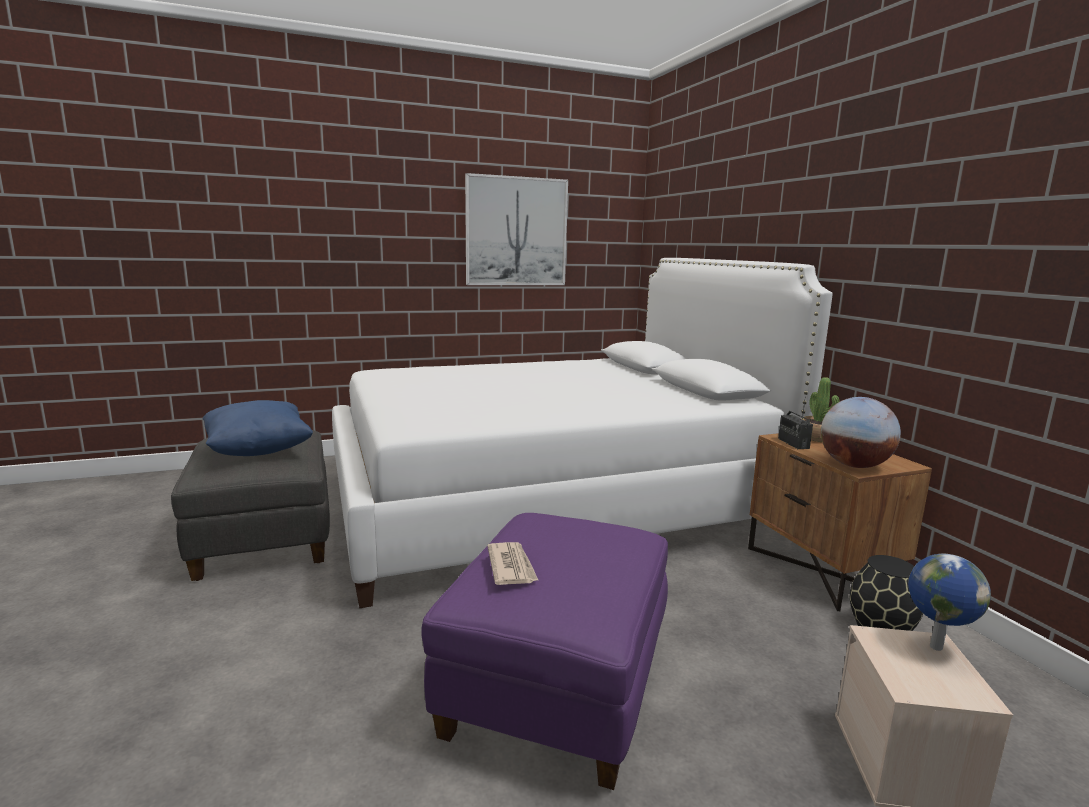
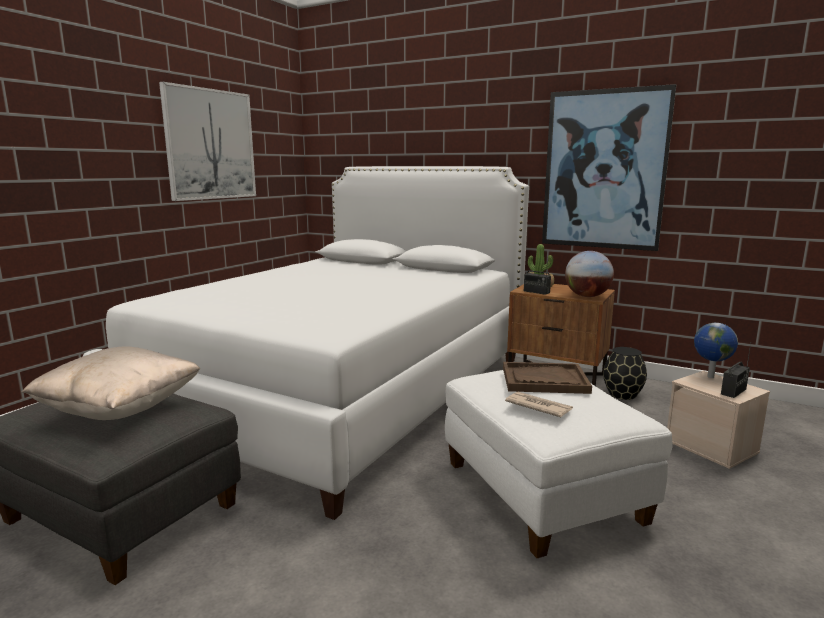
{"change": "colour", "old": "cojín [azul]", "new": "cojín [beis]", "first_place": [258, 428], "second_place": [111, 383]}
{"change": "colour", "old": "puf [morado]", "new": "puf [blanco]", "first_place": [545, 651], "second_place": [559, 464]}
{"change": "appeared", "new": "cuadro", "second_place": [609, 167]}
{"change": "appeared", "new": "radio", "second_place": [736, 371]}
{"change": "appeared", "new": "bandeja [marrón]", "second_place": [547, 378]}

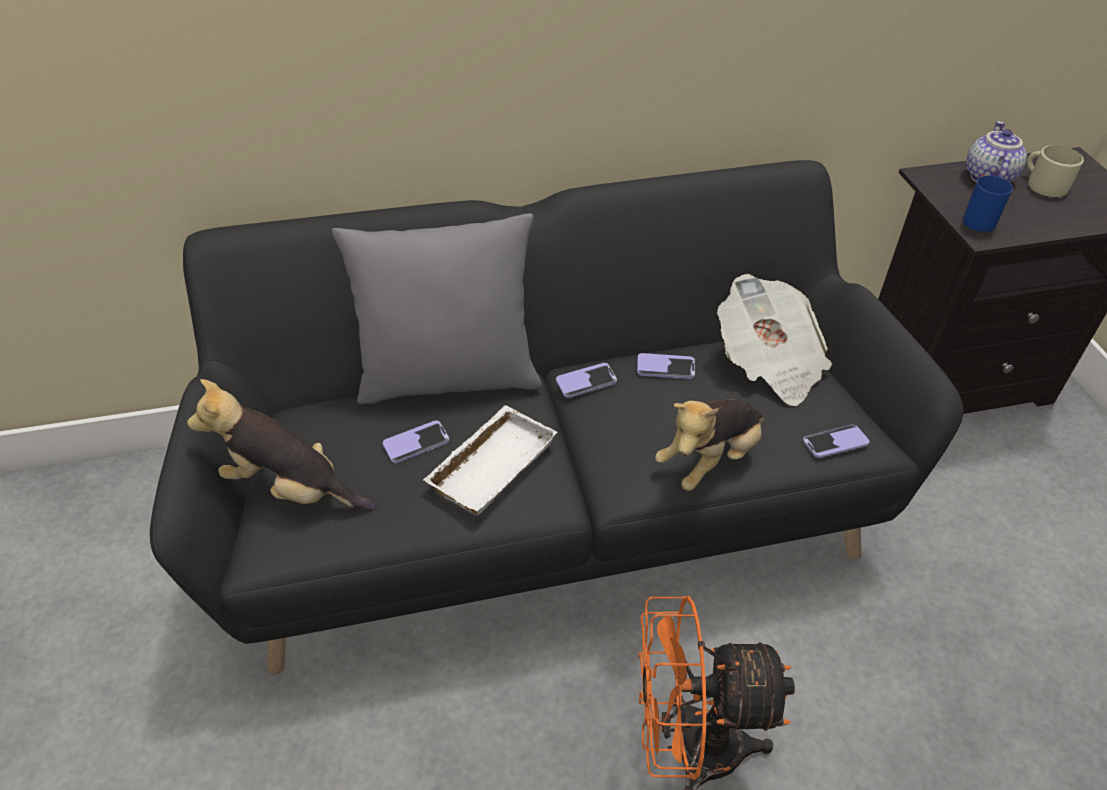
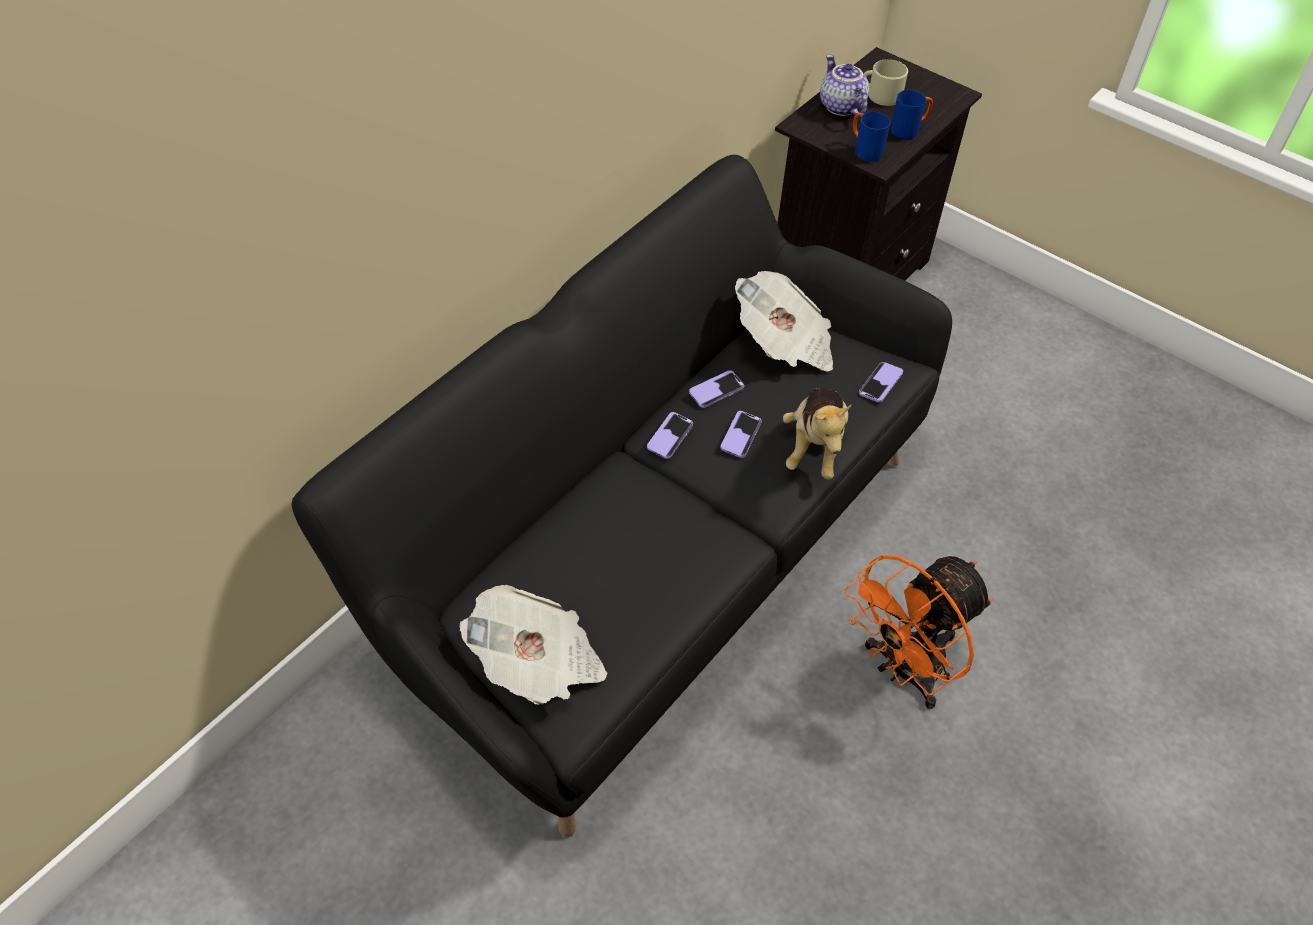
{"change": "missing", "old": "cojín [gris]", "first_place": [437, 308]}
{"change": "exchanged", "old": "peluche", "new": "periódico", "first_place": [281, 444], "second_place": [533, 645]}
{"change": "missing", "old": "bandeja [blanco]", "first_place": [490, 460]}
{"change": "relocated", "old": "móvil", "first_place": [416, 442], "second_place": [741, 434]}
{"change": "appeared", "new": "taza grande [azul]", "second_place": [912, 114]}

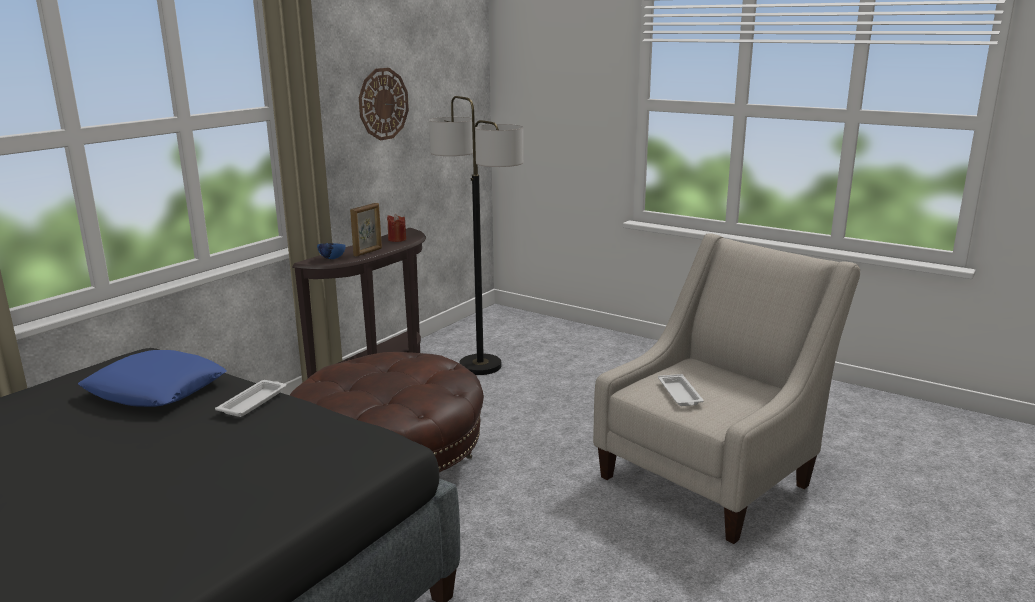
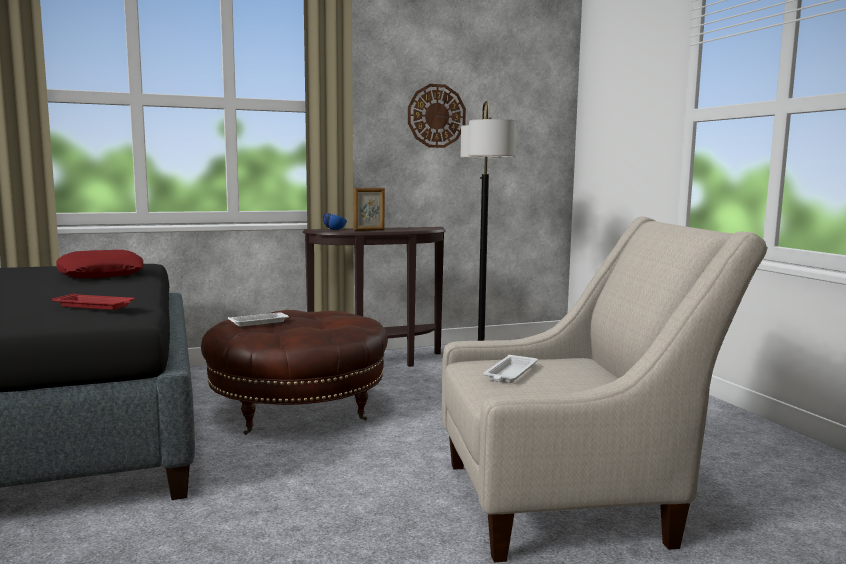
{"change": "missing", "old": "vela [rojo]", "first_place": [396, 228]}
{"change": "colour", "old": "cojín [azul]", "new": "cojín [rojo]", "first_place": [152, 378], "second_place": [99, 264]}
{"change": "relocated", "old": "bandeja [blanco]", "first_place": [251, 398], "second_place": [258, 319]}
{"change": "appeared", "new": "bandeja [rojo]", "second_place": [93, 301]}

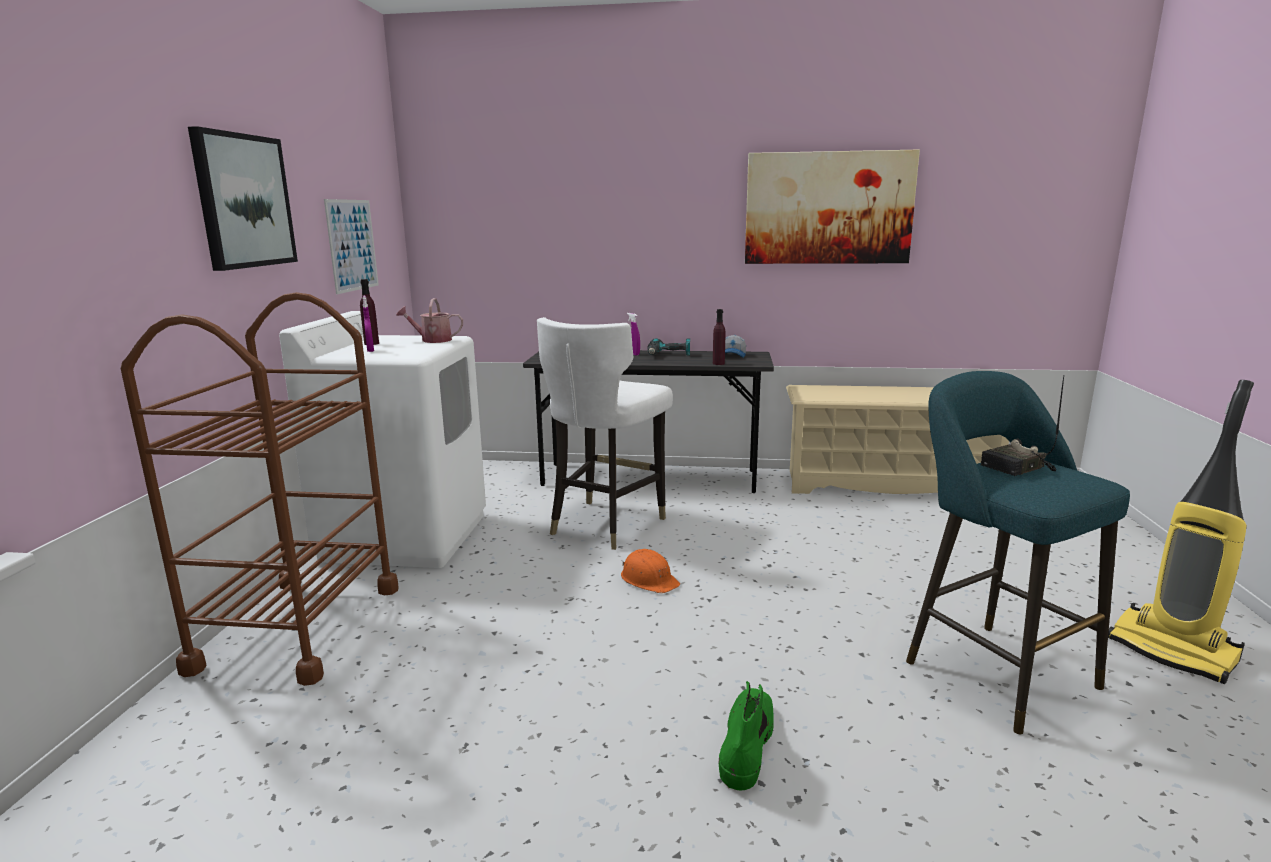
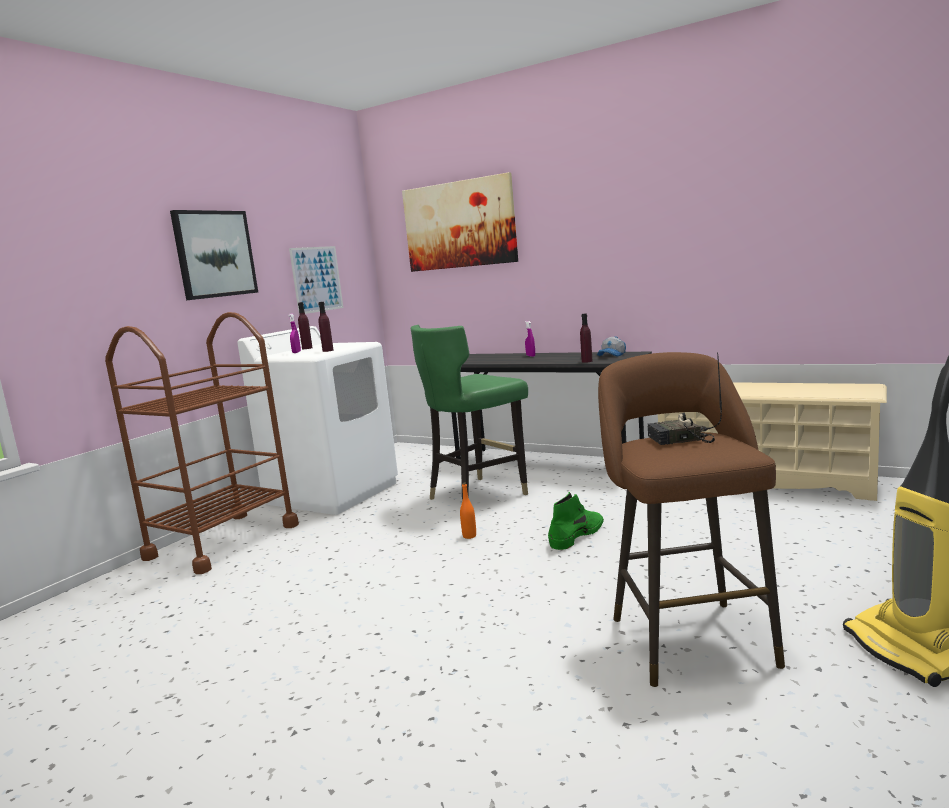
{"change": "relocated", "old": "cuadro", "first_place": [832, 206], "second_place": [460, 222]}
{"change": "missing", "old": "regadera", "first_place": [429, 320]}
{"change": "colour", "old": "silla [blanco]", "new": "silla [verde]", "first_place": [605, 433], "second_place": [469, 413]}
{"change": "missing", "old": "taladro", "first_place": [668, 346]}
{"change": "colour", "old": "taburete [turquesa]", "new": "taburete [marrón]", "first_place": [1018, 552], "second_place": [691, 519]}
{"change": "exchanged", "old": "casco [naranja]", "new": "botella [naranja]", "first_place": [650, 571], "second_place": [468, 511]}
{"change": "relocated", "old": "bota [verde]", "first_place": [746, 736], "second_place": [576, 521]}
{"change": "appeared", "new": "botella [morado]", "second_place": [326, 327]}

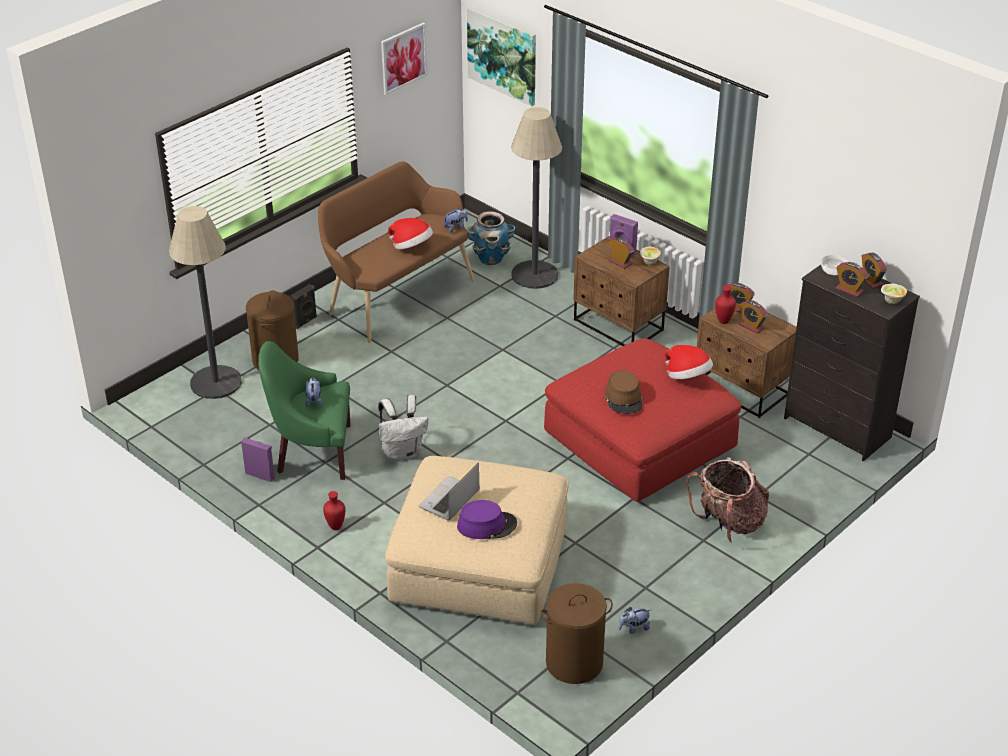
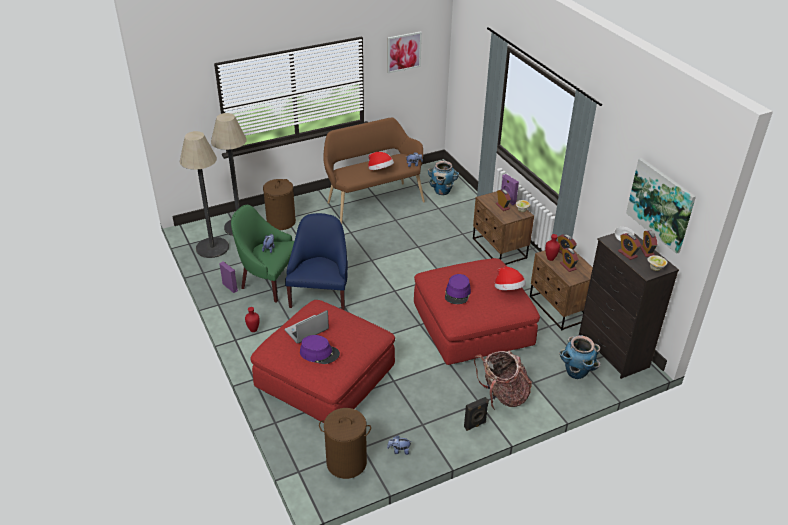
{"change": "relocated", "old": "cuadro", "first_place": [501, 56], "second_place": [661, 206]}
{"change": "relocated", "old": "lámpara de pie", "first_place": [536, 198], "second_place": [204, 194]}
{"change": "relocated", "old": "altavoz [negro]", "first_place": [303, 306], "second_place": [476, 414]}
{"change": "colour", "old": "sombrero [marrón]", "new": "sombrero [morado]", "first_place": [624, 392], "second_place": [458, 289]}
{"change": "exchanged", "old": "mochila [blanco]", "new": "sillón [azul]", "first_place": [403, 428], "second_place": [316, 262]}
{"change": "colour", "old": "puf [beis]", "new": "puf [rojo]", "first_place": [477, 540], "second_place": [322, 361]}
{"change": "appeared", "new": "maceta", "second_place": [579, 357]}

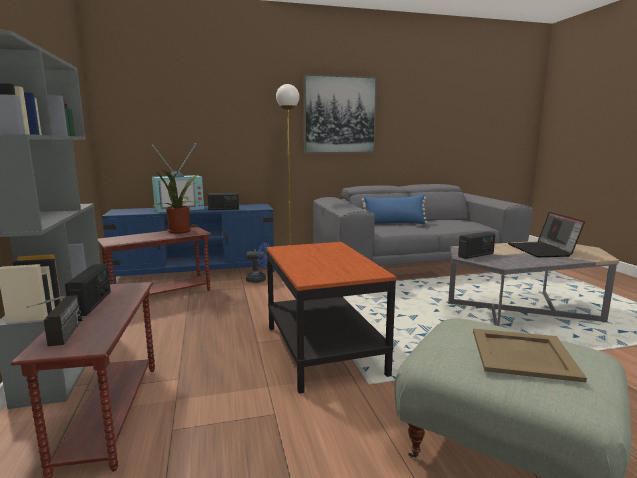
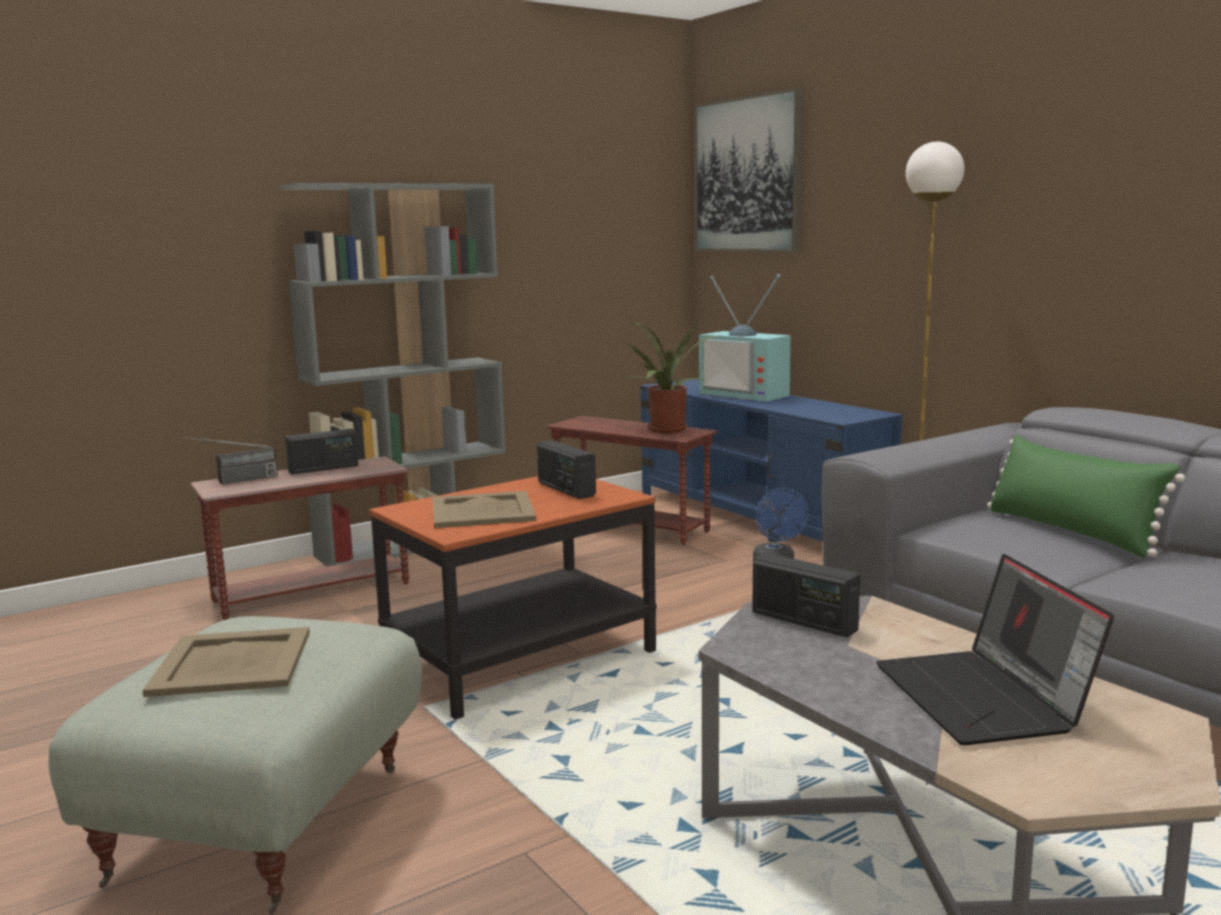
{"change": "relocated", "old": "cuadro", "first_place": [340, 114], "second_place": [749, 170]}
{"change": "relocated", "old": "radio", "first_place": [223, 201], "second_place": [566, 469]}
{"change": "colour", "old": "cojín [azul]", "new": "cojín [verde]", "first_place": [394, 209], "second_place": [1086, 496]}
{"change": "spun", "old": "portátil", "first_place": [546, 234], "second_place": [995, 649], "degrees": -75}
{"change": "appeared", "new": "bandeja [beis]", "second_place": [485, 509]}

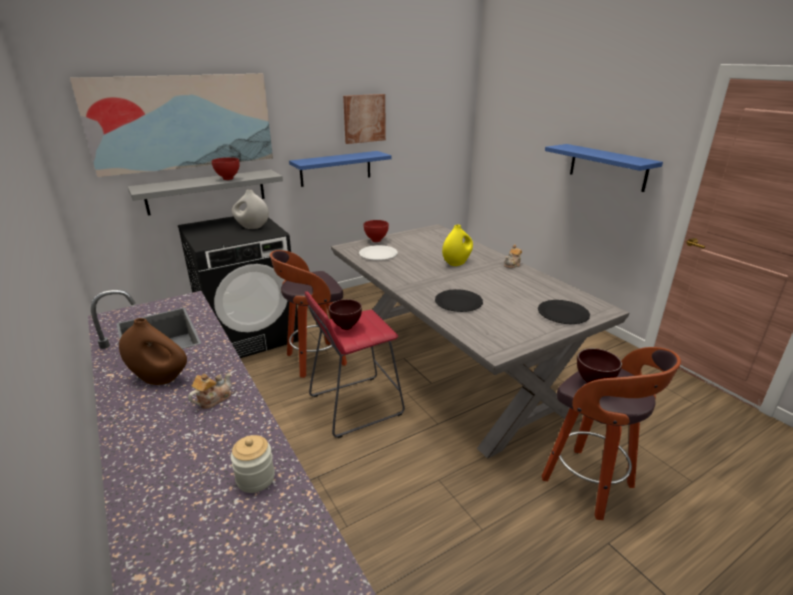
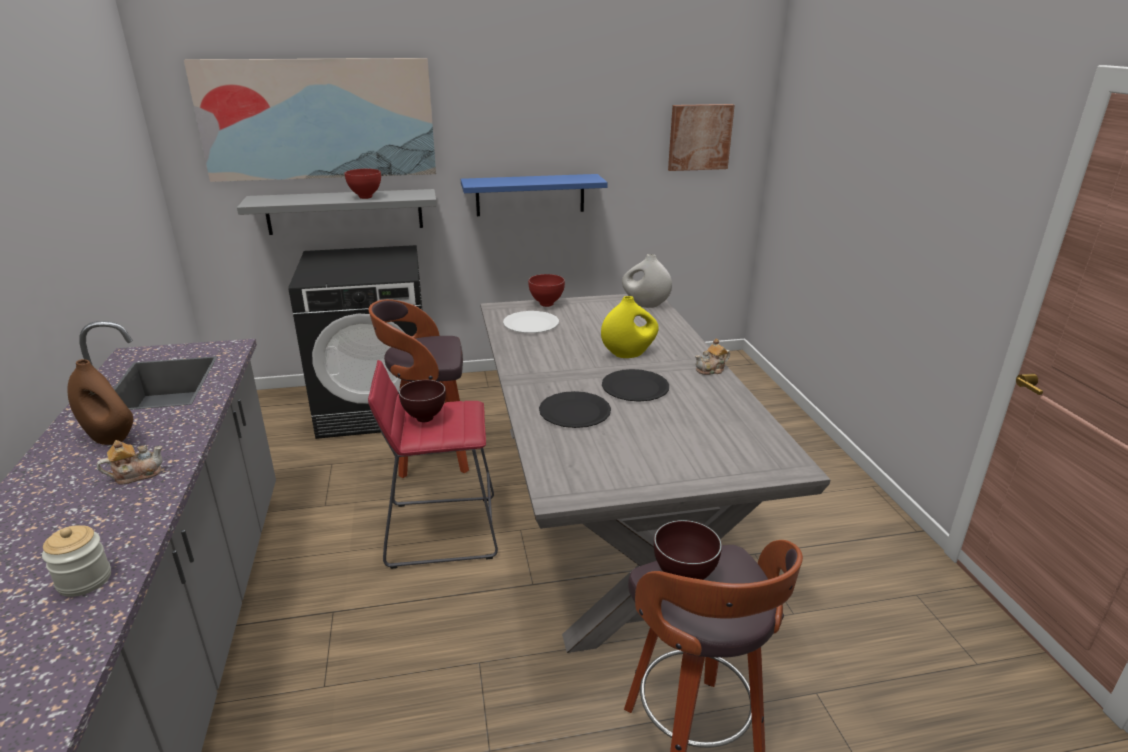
{"change": "relocated", "old": "cuadro", "first_place": [364, 119], "second_place": [701, 137]}
{"change": "missing", "old": "estante [azul]", "first_place": [604, 168]}
{"change": "relocated", "old": "florero [blanco]", "first_place": [250, 209], "second_place": [647, 281]}
{"change": "relocated", "old": "plato [negro]", "first_place": [564, 312], "second_place": [635, 385]}

